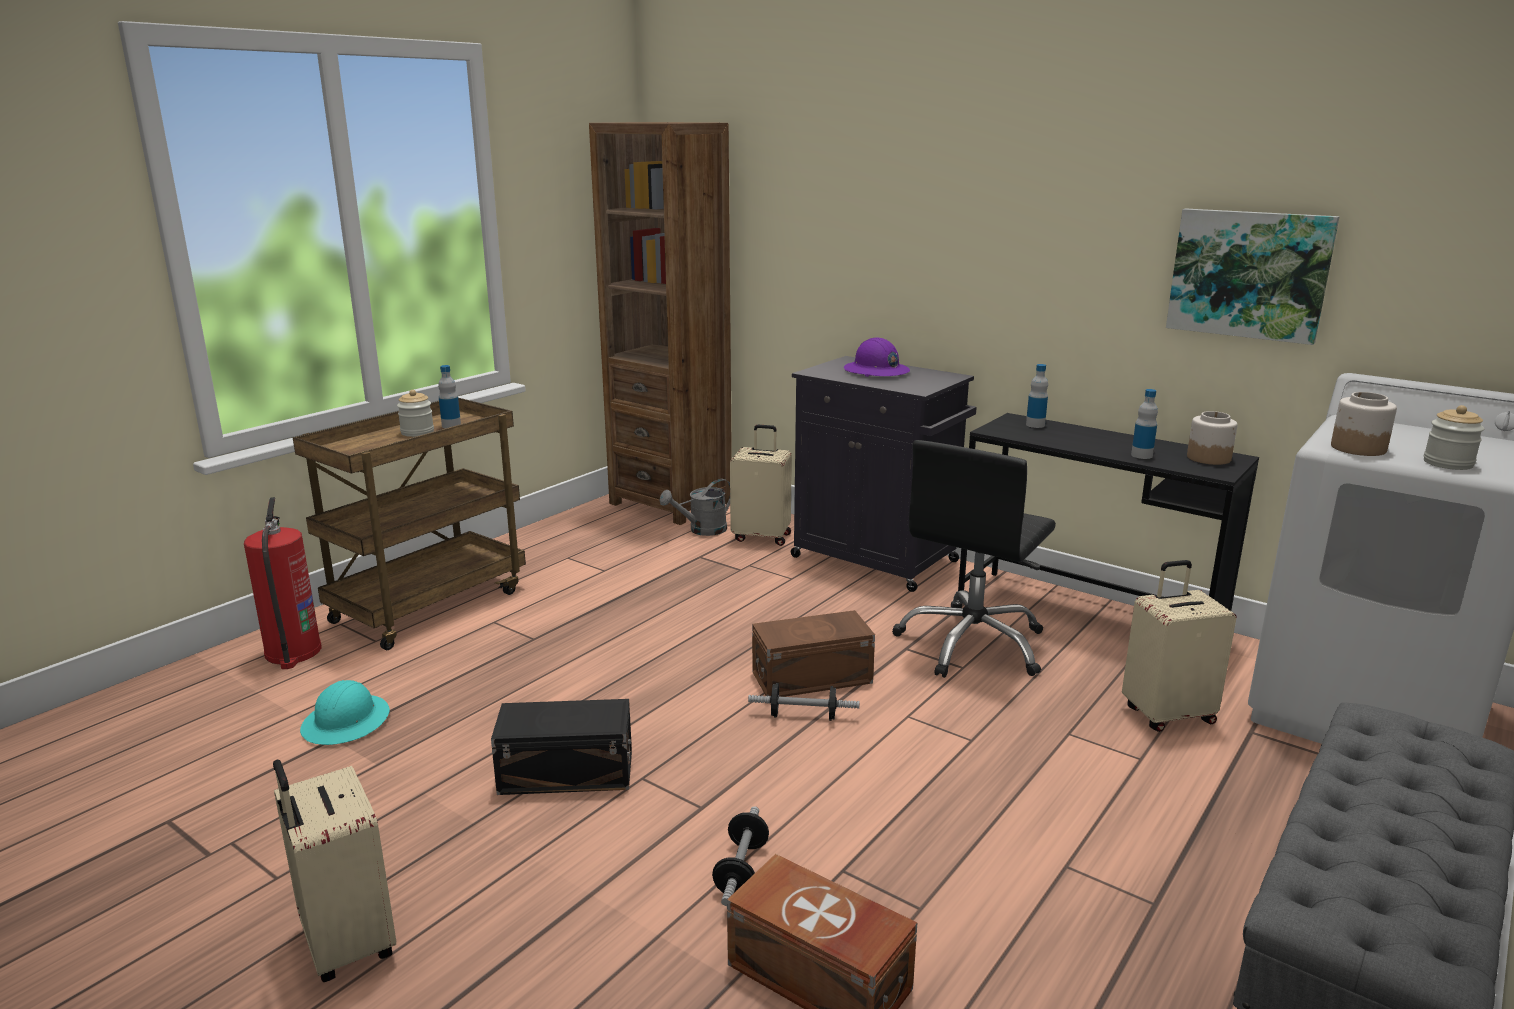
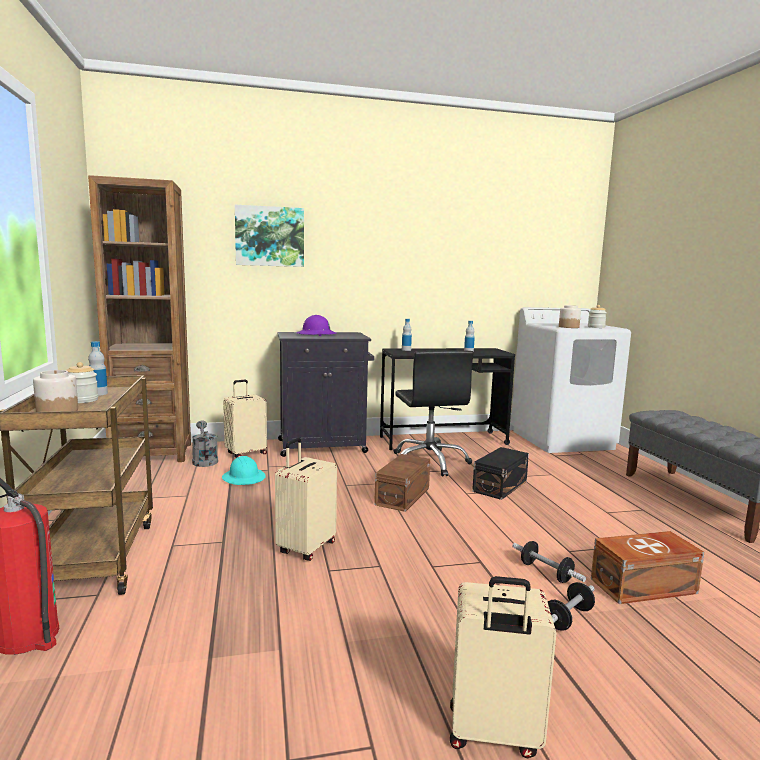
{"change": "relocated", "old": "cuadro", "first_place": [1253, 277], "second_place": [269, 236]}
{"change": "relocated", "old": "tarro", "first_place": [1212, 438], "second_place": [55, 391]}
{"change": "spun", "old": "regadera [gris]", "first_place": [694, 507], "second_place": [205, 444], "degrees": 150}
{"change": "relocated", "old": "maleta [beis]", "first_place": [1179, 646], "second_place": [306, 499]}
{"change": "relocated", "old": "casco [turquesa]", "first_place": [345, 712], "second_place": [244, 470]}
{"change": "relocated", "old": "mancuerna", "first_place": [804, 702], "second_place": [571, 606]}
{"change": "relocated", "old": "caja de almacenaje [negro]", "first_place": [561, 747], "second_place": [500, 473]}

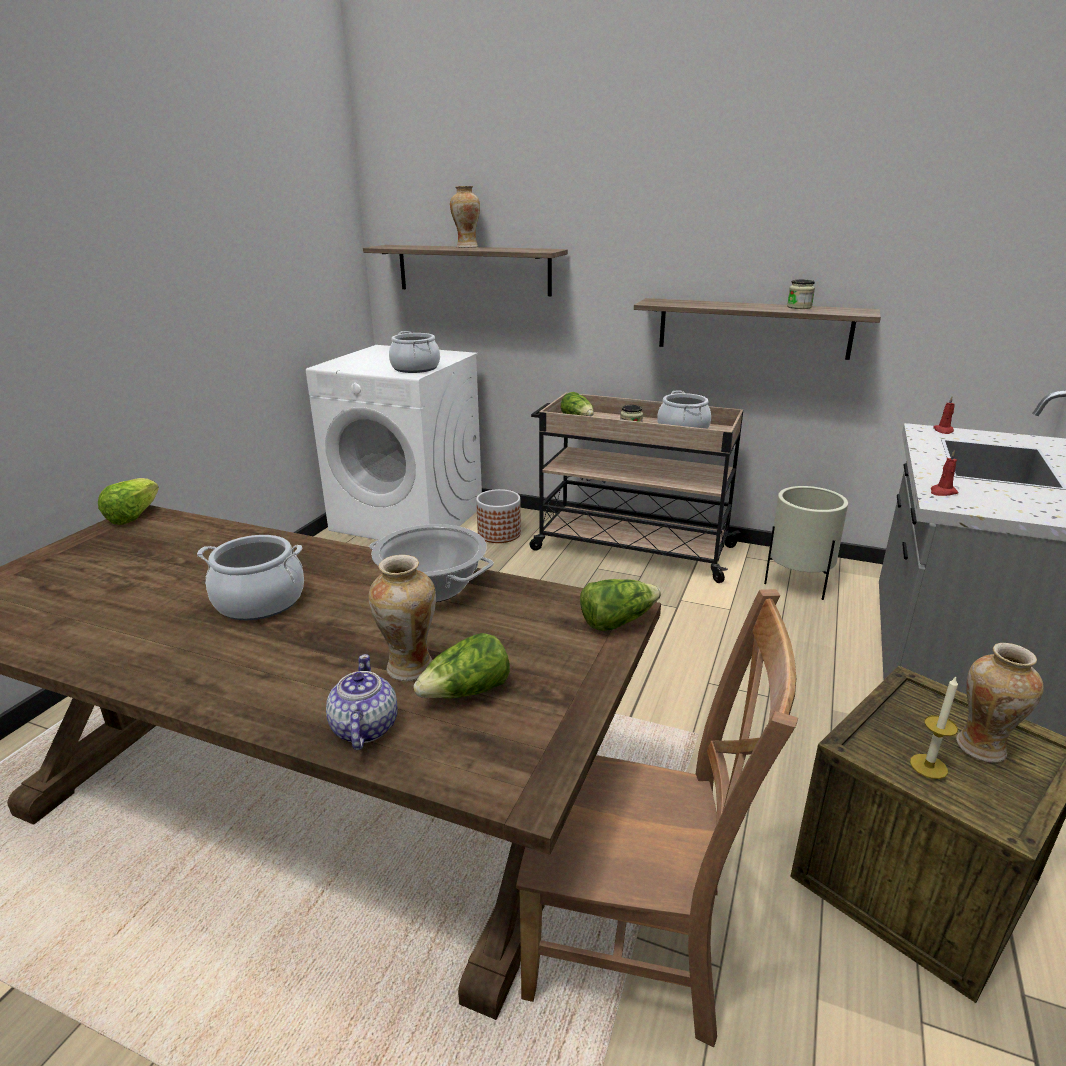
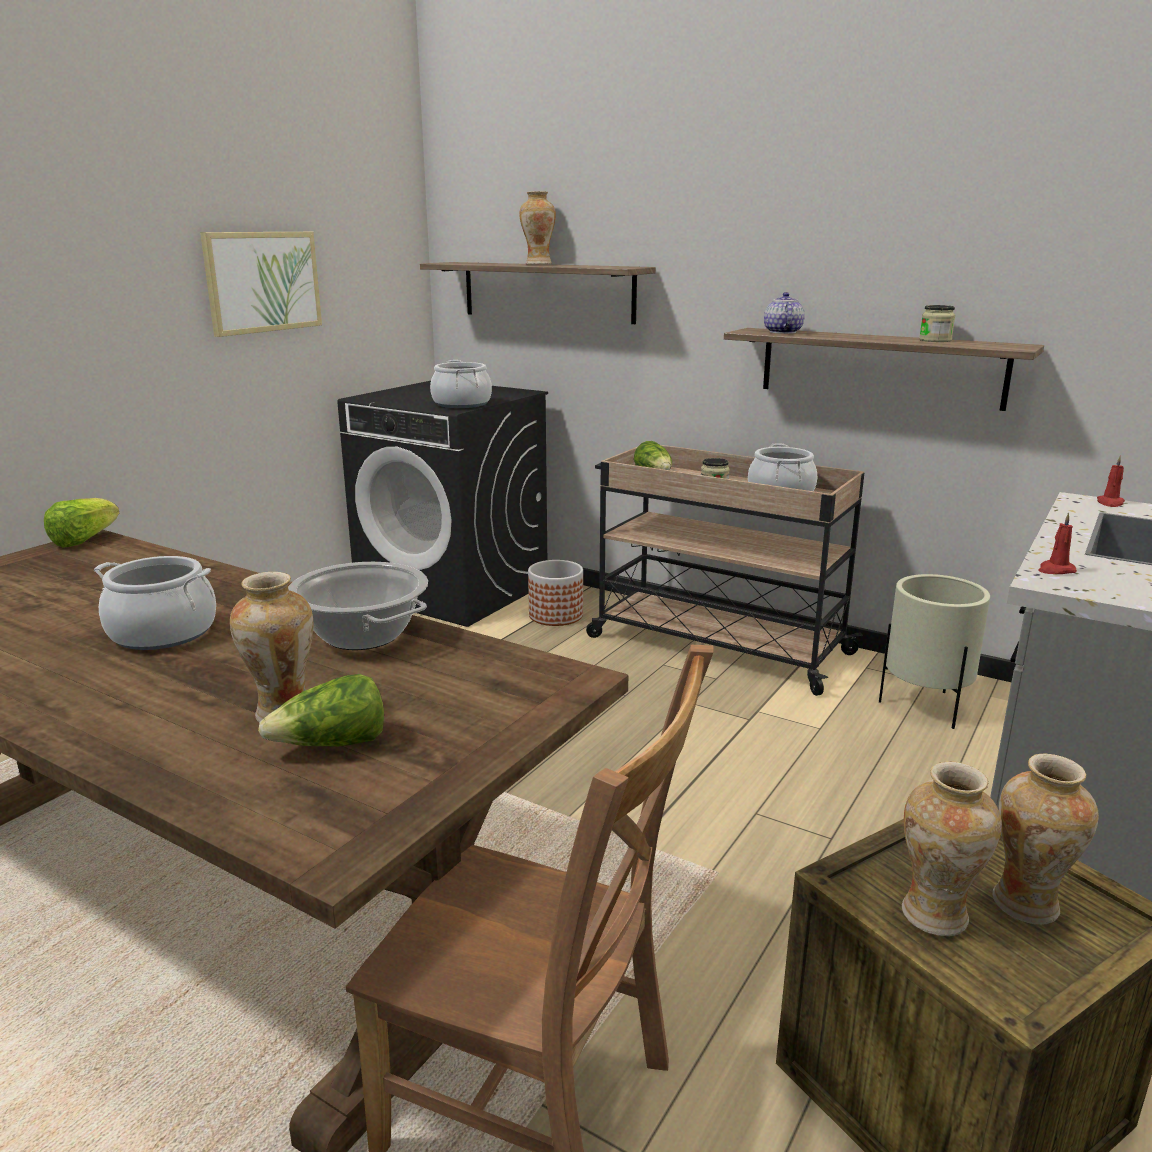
{"change": "colour", "old": "lavadora [blanco]", "new": "lavadora [negro]", "first_place": [394, 442], "second_place": [442, 504]}
{"change": "missing", "old": "lechuga", "first_place": [620, 605]}
{"change": "relocated", "old": "tetera", "first_place": [362, 702], "second_place": [784, 313]}
{"change": "exchanged", "old": "vela", "new": "florero", "first_place": [934, 727], "second_place": [952, 849]}
{"change": "appeared", "new": "cuadro", "second_place": [261, 284]}

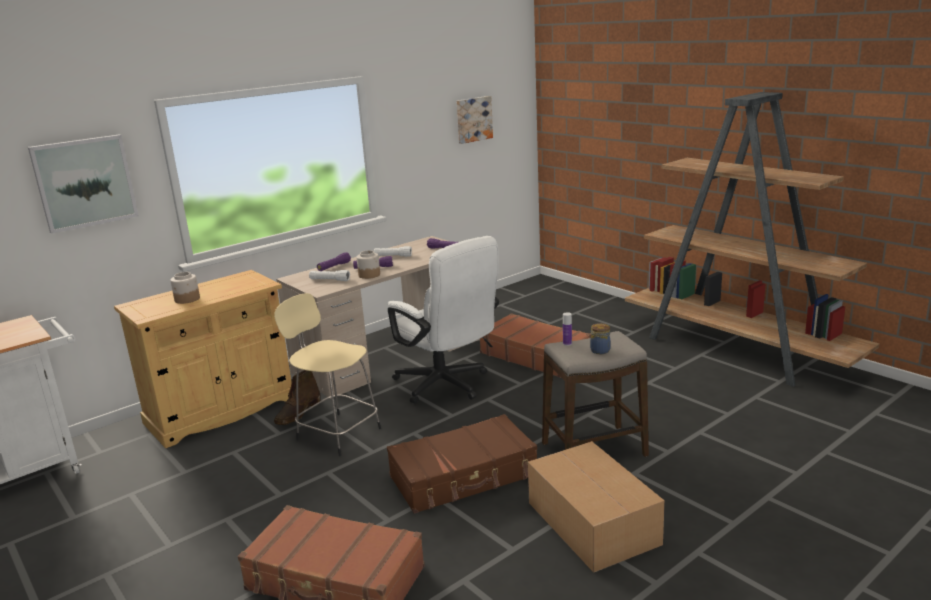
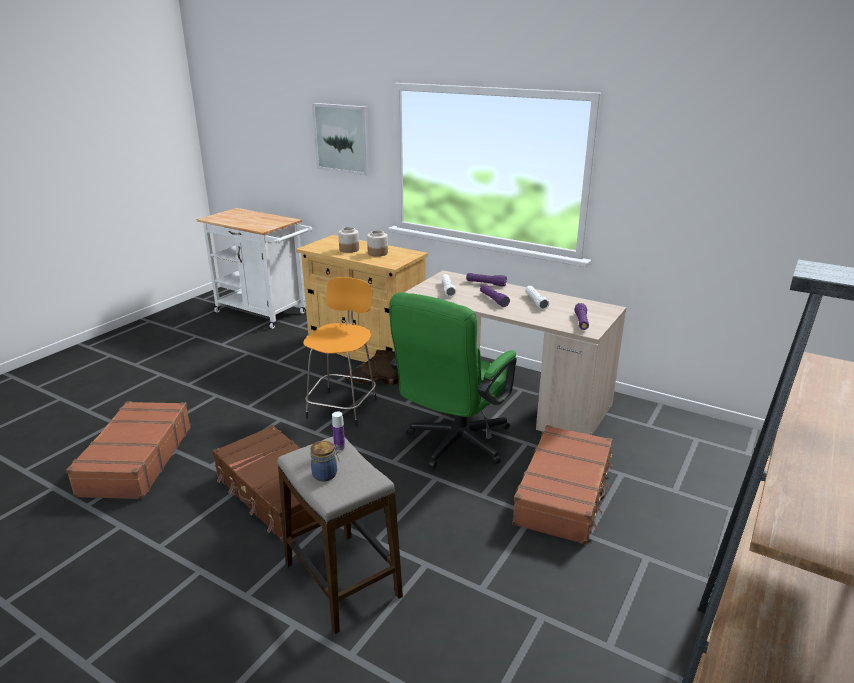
{"change": "missing", "old": "cuadro", "first_place": [475, 120]}
{"change": "colour", "old": "silla de oficina [blanco]", "new": "silla de oficina [verde]", "first_place": [443, 320], "second_place": [453, 380]}
{"change": "relocated", "old": "tarro", "first_place": [368, 264], "second_place": [377, 243]}
{"change": "colour", "old": "taburete [beis]", "new": "taburete [naranja]", "first_place": [327, 374], "second_place": [340, 352]}
{"change": "missing", "old": "caja de cartón", "first_place": [596, 507]}

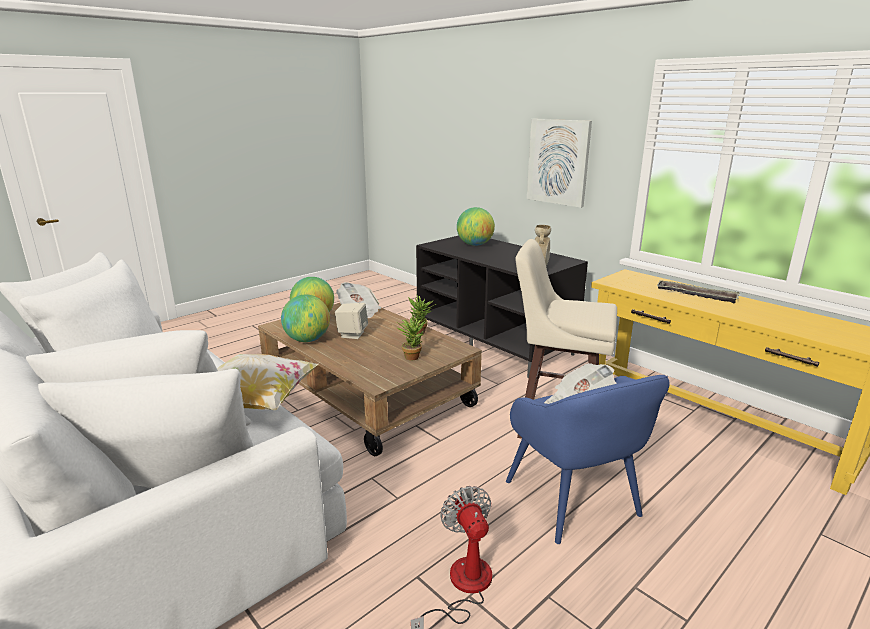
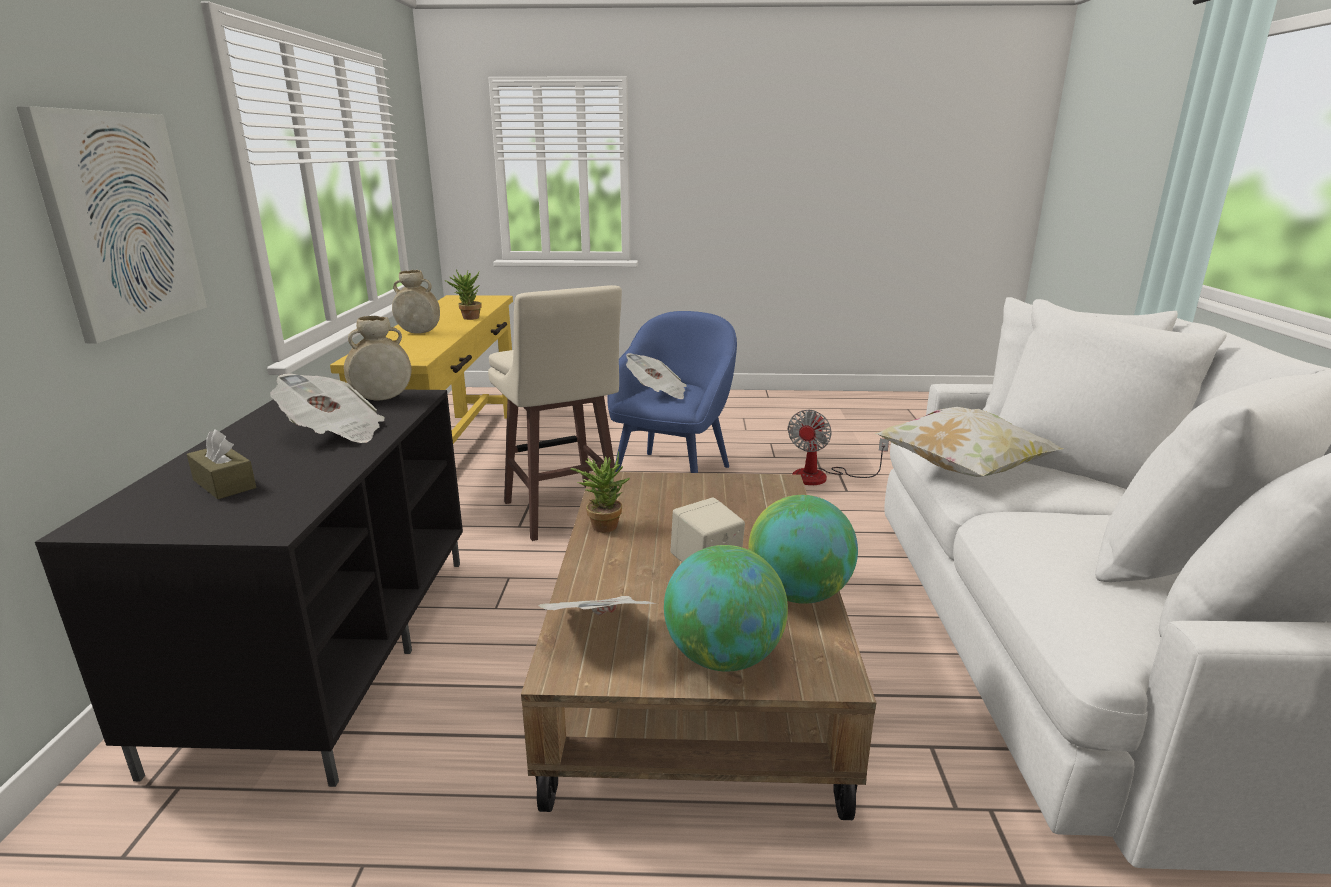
{"change": "exchanged", "old": "globo terráqueo", "new": "caja de pañuelos [marrón]", "first_place": [476, 226], "second_place": [221, 464]}
{"change": "exchanged", "old": "bandeja", "new": "florero [beis]", "first_place": [698, 291], "second_place": [416, 302]}
{"change": "relocated", "old": "planta en maceta", "first_place": [410, 339], "second_place": [462, 295]}
{"change": "appeared", "new": "periódico", "second_place": [327, 408]}

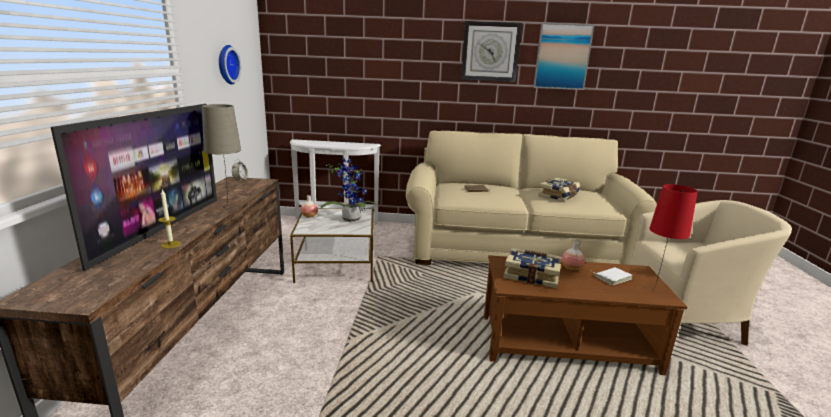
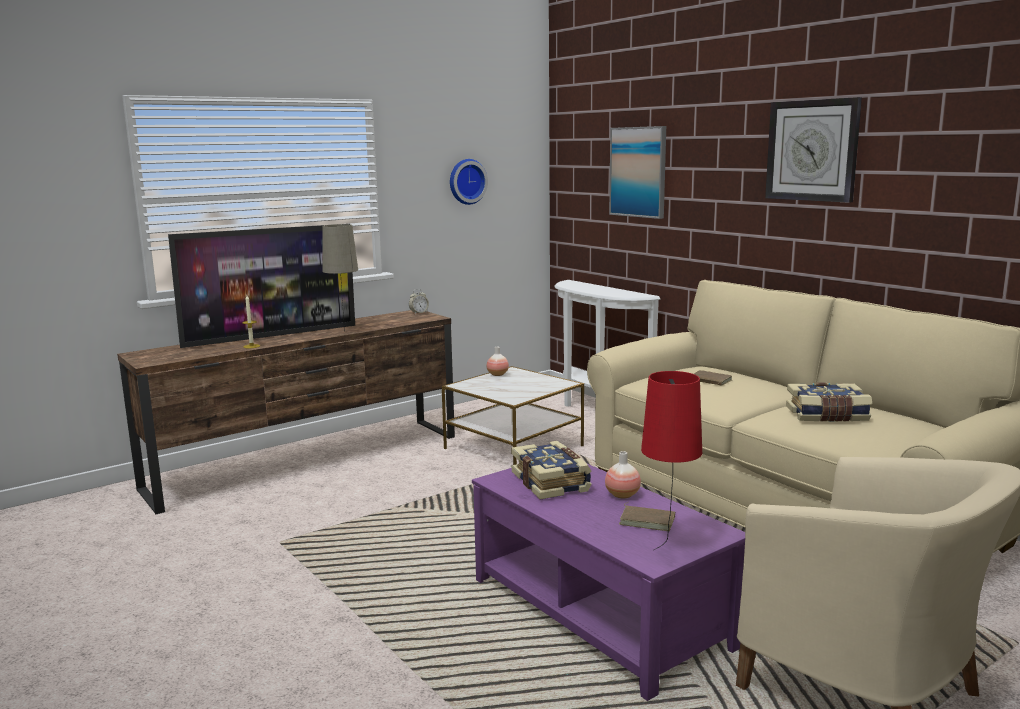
{"change": "relocated", "old": "cuadro", "first_place": [564, 56], "second_place": [637, 172]}
{"change": "missing", "old": "planta en maceta", "first_place": [349, 190]}
{"change": "colour", "old": "mesa de centro [marrón]", "new": "mesa de centro [morado]", "first_place": [585, 315], "second_place": [608, 582]}
{"change": "colour", "old": "libro [blanco]", "new": "libro [marrón]", "first_place": [612, 276], "second_place": [647, 516]}

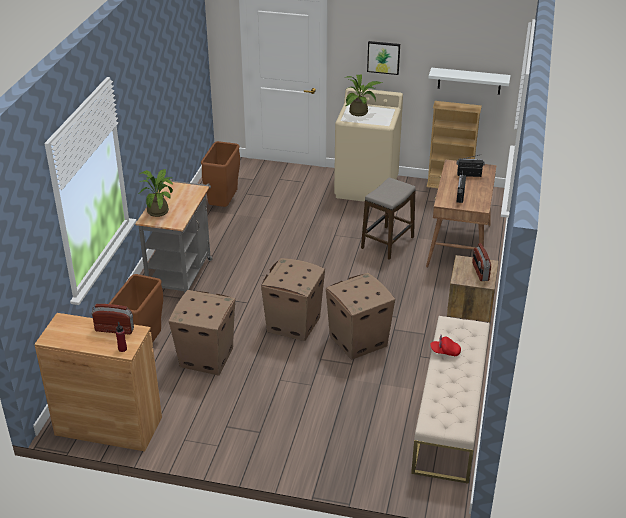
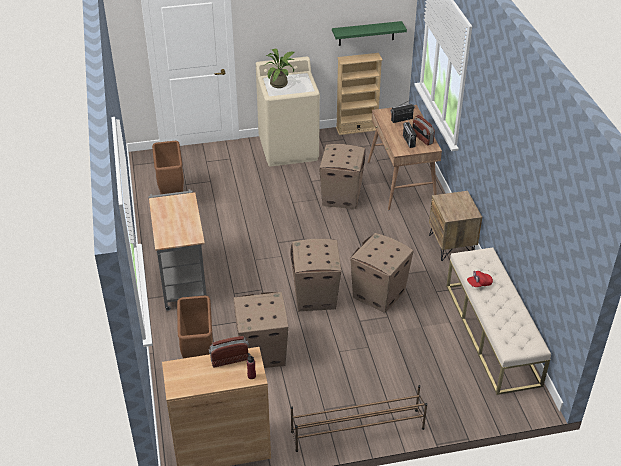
{"change": "missing", "old": "cuadro", "first_place": [383, 58]}
{"change": "colour", "old": "estante [blanco]", "new": "estante [verde]", "first_place": [470, 81], "second_place": [369, 33]}
{"change": "missing", "old": "planta en maceta", "first_place": [155, 193]}
{"change": "exchanged", "old": "taburete", "new": "caja de cartón", "first_place": [388, 219], "second_place": [342, 176]}
{"change": "relocated", "old": "radio", "first_place": [481, 262], "second_place": [423, 130]}
{"change": "appeared", "new": "zapatero [marrón]", "second_place": [359, 418]}

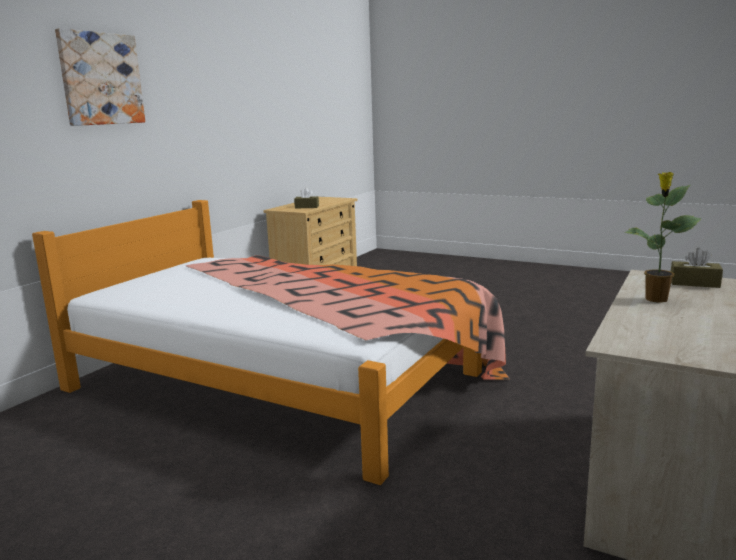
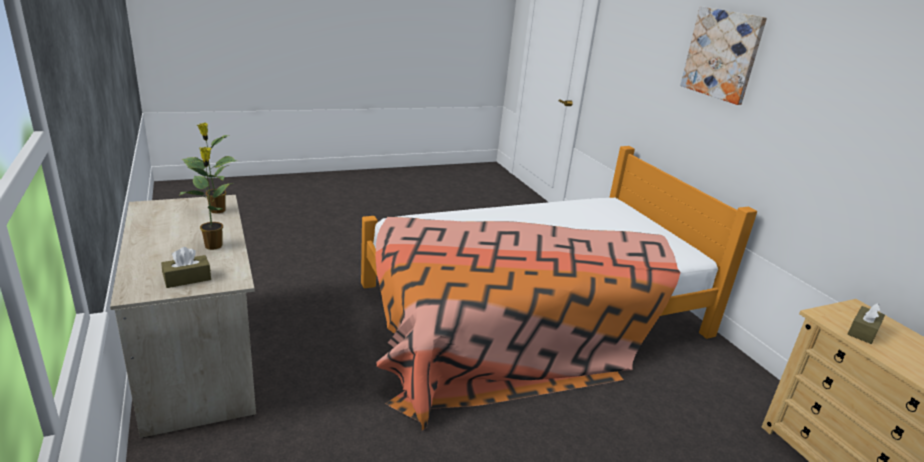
{"change": "appeared", "new": "planta en maceta", "second_place": [209, 168]}

